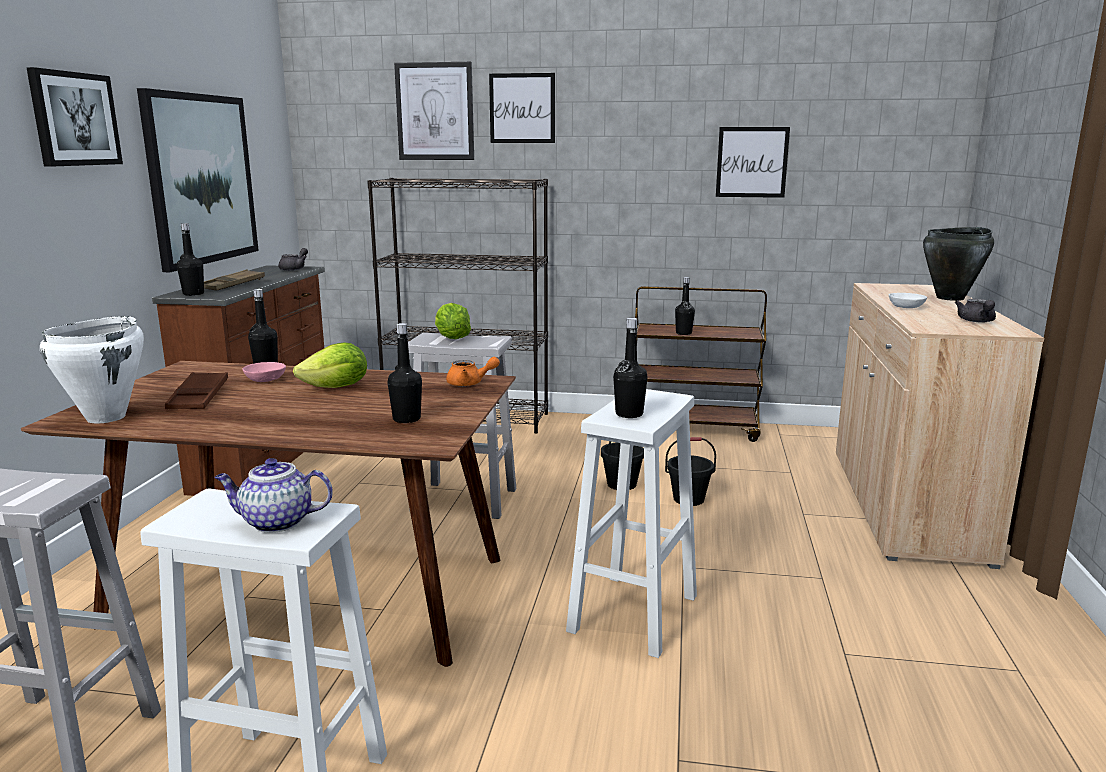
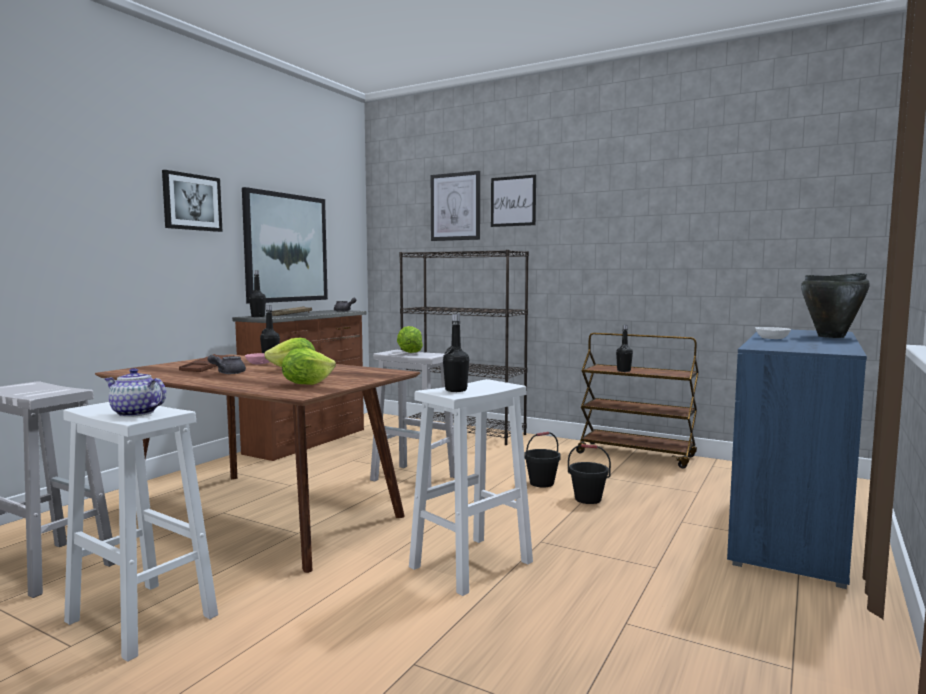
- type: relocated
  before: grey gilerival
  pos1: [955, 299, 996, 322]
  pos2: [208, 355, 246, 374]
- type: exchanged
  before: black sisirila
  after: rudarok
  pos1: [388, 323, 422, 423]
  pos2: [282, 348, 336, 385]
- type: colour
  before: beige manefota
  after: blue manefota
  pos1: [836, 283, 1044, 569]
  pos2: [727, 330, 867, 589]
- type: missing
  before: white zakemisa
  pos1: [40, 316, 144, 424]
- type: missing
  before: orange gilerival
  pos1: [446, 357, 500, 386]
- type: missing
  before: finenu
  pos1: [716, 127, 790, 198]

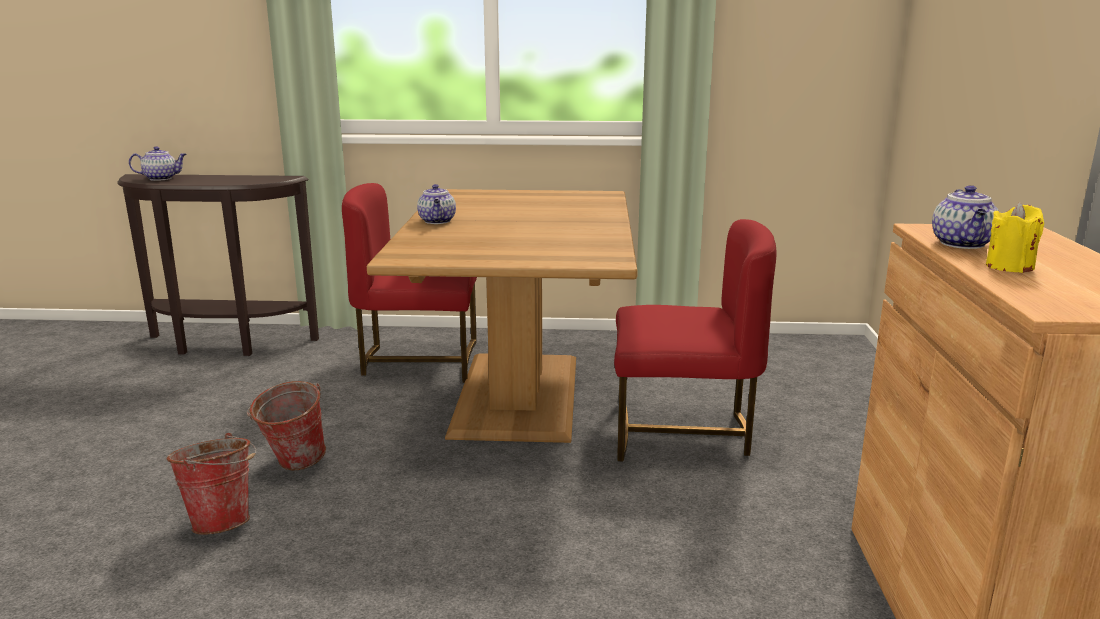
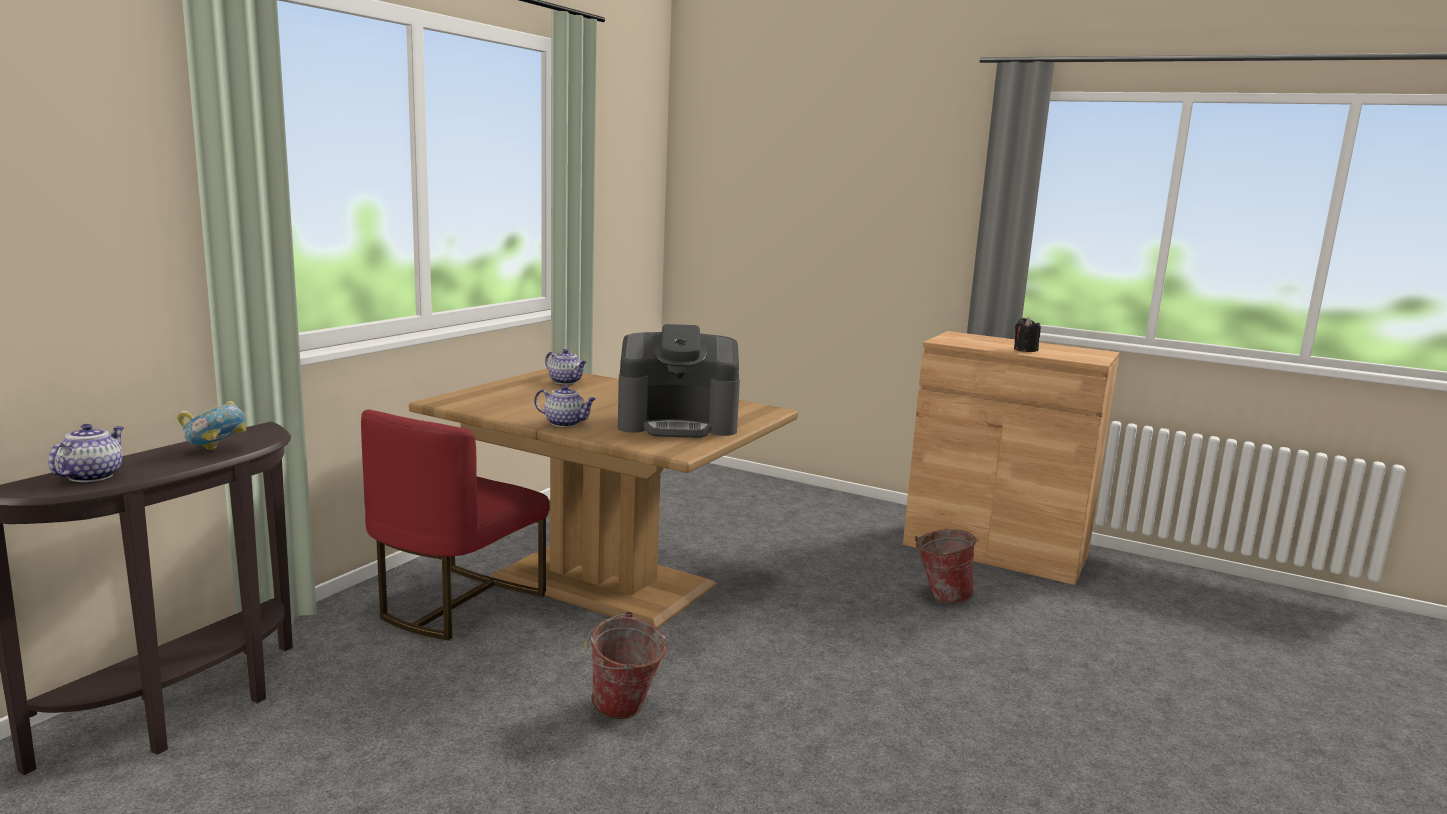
- type: appeared
  after: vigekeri
  pos2: [177, 401, 246, 450]
- type: relocated
  before: gilerival
  pos1: [932, 185, 999, 249]
  pos2: [545, 349, 587, 384]
- type: appeared
  after: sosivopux
  pos2: [618, 324, 740, 438]
- type: relocated
  before: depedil
  pos1: [167, 433, 257, 535]
  pos2: [915, 529, 979, 604]
- type: colour
  before: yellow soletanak
  after: black soletanak
  pos1: [986, 202, 1044, 273]
  pos2: [1014, 317, 1041, 352]
- type: missing
  before: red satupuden
  pos1: [614, 219, 776, 461]

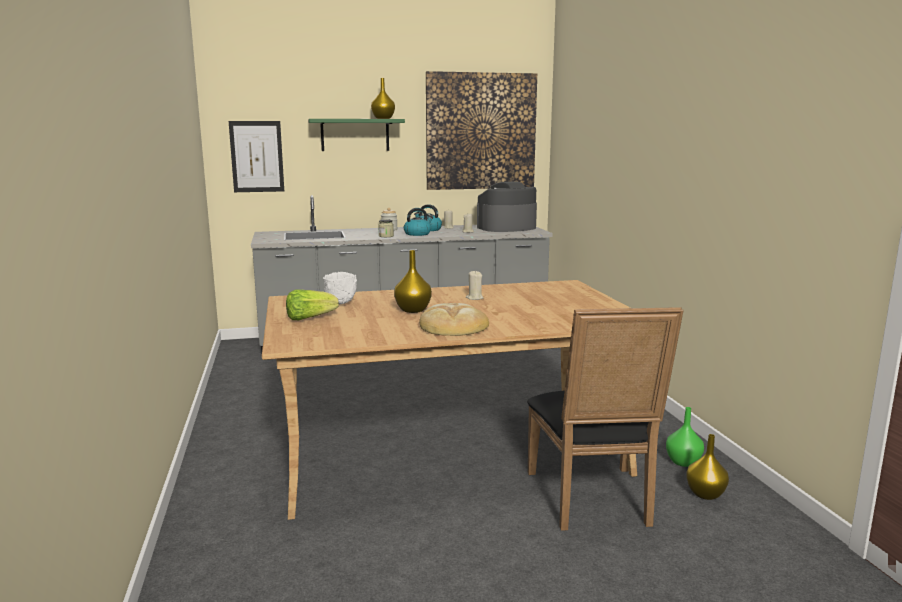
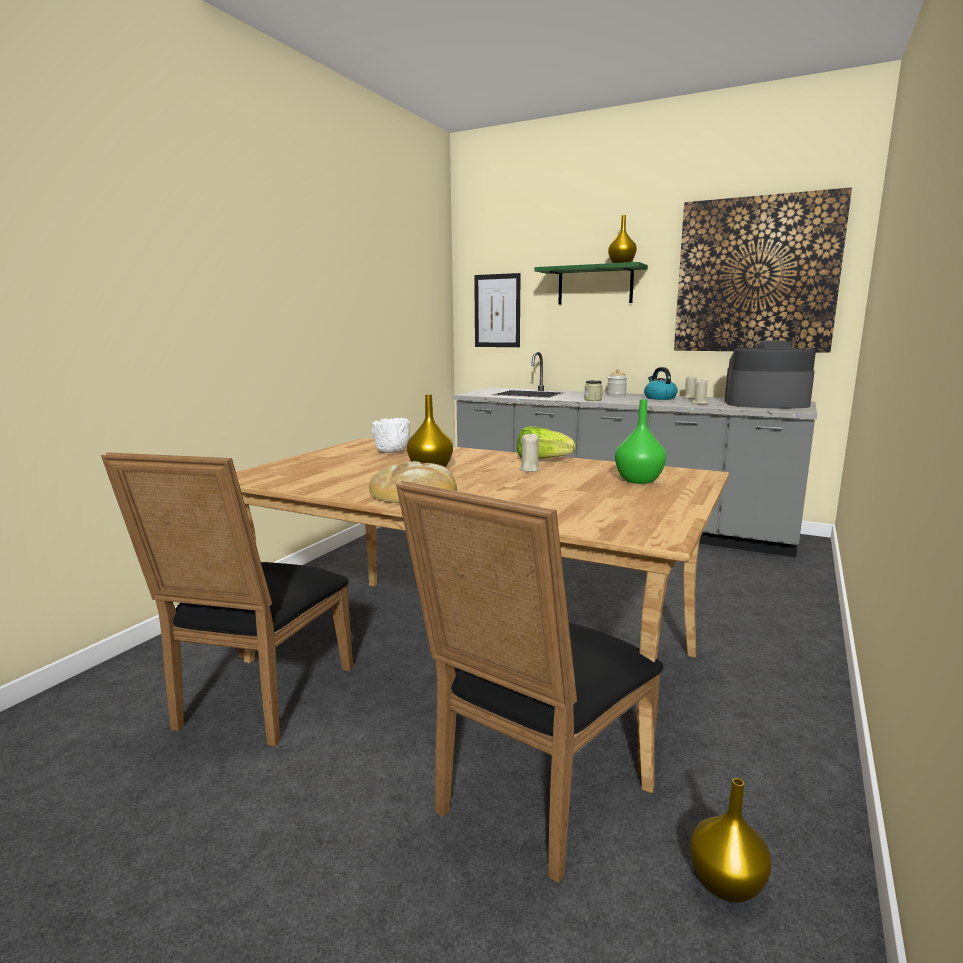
- type: appeared
  after: black satupuden
  pos2: [101, 452, 353, 746]
- type: relocated
  before: rudarok
  pos1: [286, 289, 339, 320]
  pos2: [517, 426, 576, 458]
- type: relocated
  before: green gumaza
  pos1: [666, 407, 704, 467]
  pos2: [615, 399, 667, 484]
- type: missing
  before: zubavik
  pos1: [404, 208, 433, 236]

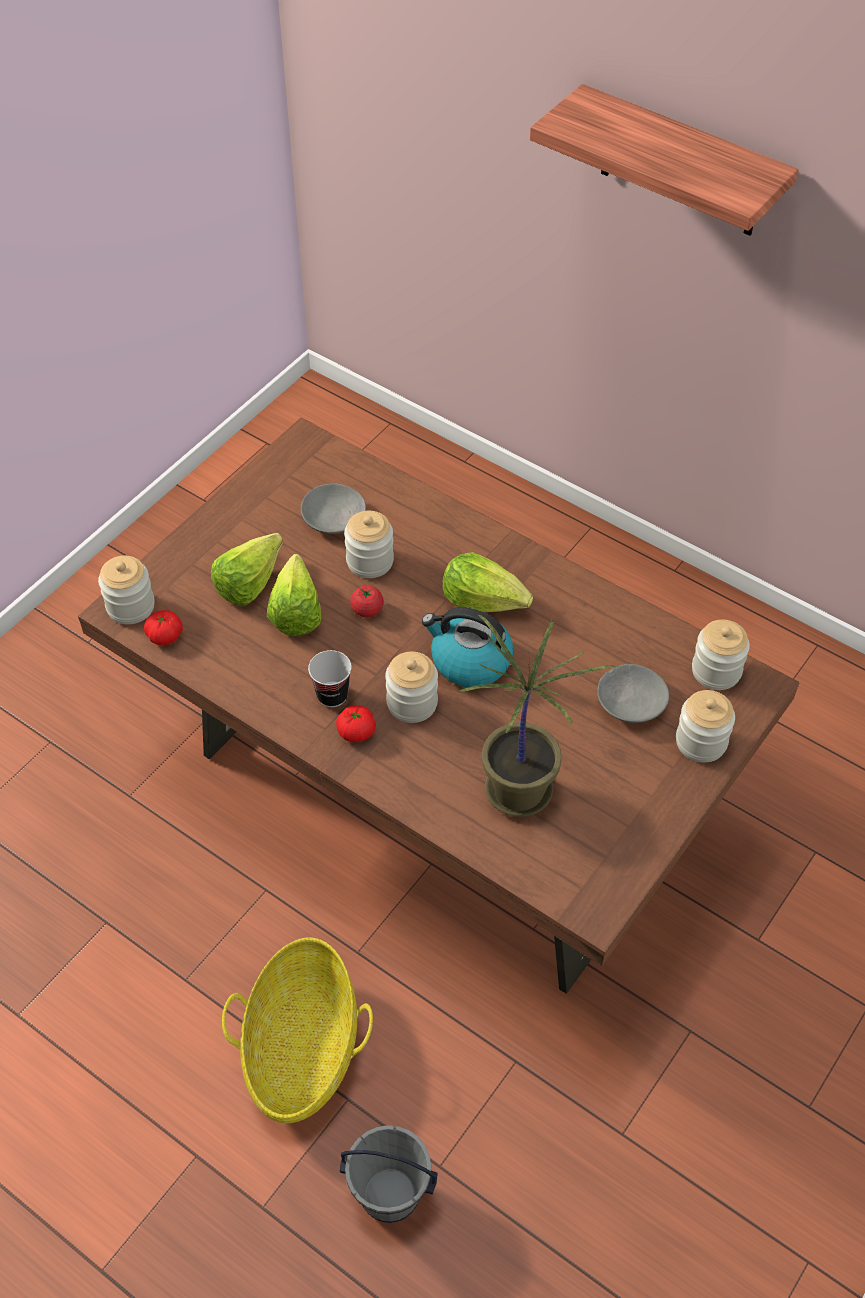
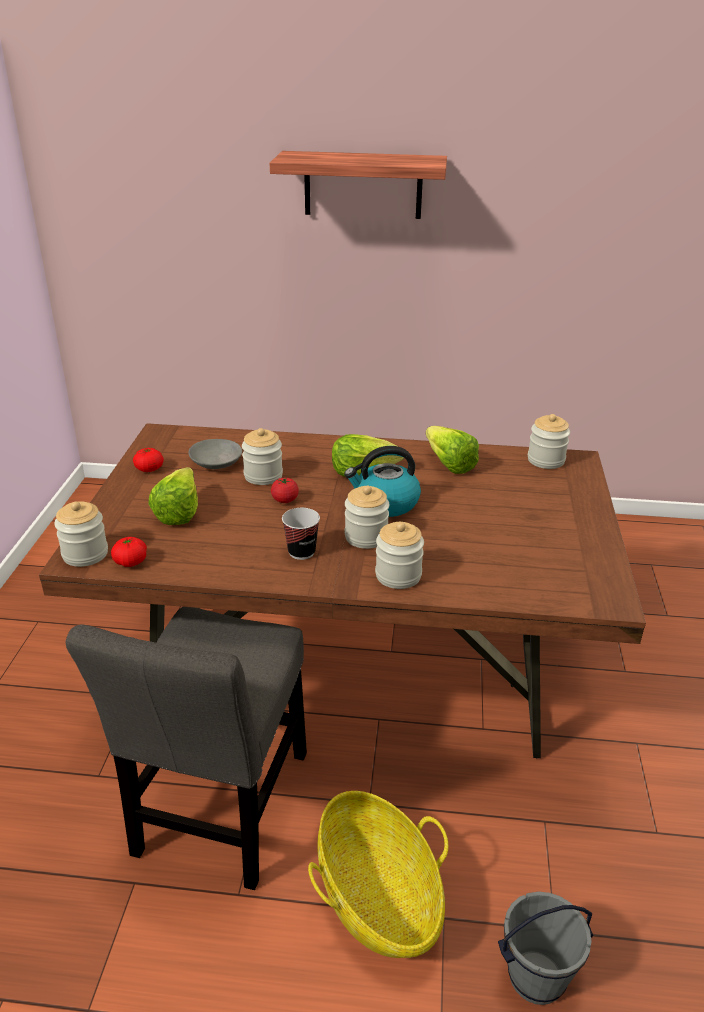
- type: appeared
  after: grey satupuden
  pos2: [66, 607, 307, 890]
- type: relocated
  before: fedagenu
  pos1: [336, 705, 376, 742]
  pos2: [133, 448, 164, 472]
- type: relocated
  before: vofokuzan
  pos1: [676, 690, 735, 762]
  pos2: [375, 522, 424, 589]
- type: relocated
  before: rudarok
  pos1: [267, 554, 321, 636]
  pos2: [426, 426, 479, 474]
- type: missing
  before: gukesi
  pos1: [457, 615, 618, 817]
- type: missing
  before: grey vigekeri
  pos1: [597, 664, 670, 723]

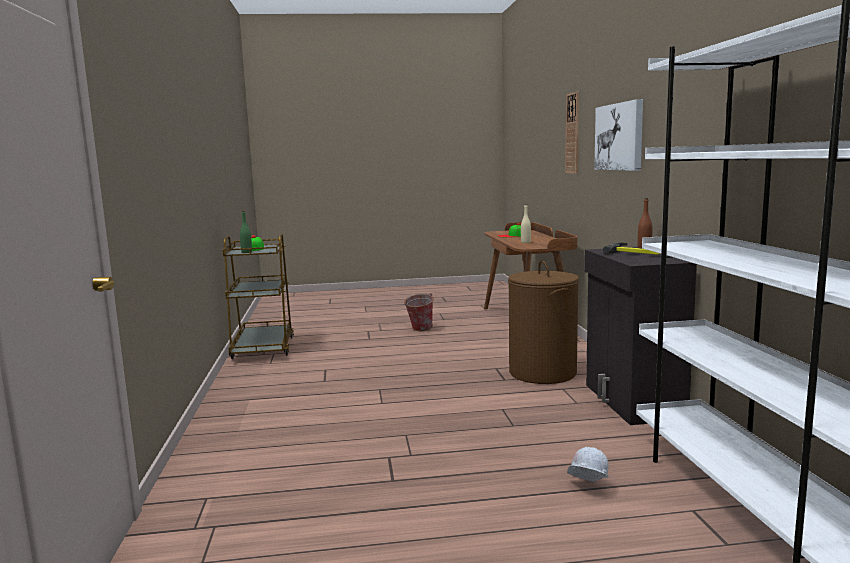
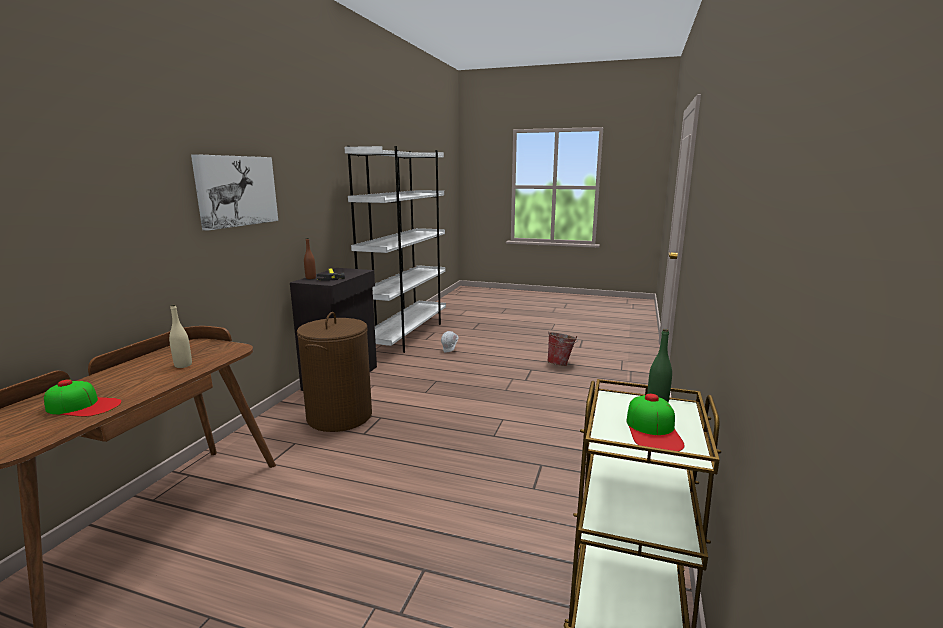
- type: relocated
  before: depedil
  pos1: [403, 293, 434, 331]
  pos2: [547, 332, 578, 366]
- type: missing
  before: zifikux
  pos1: [565, 92, 579, 174]

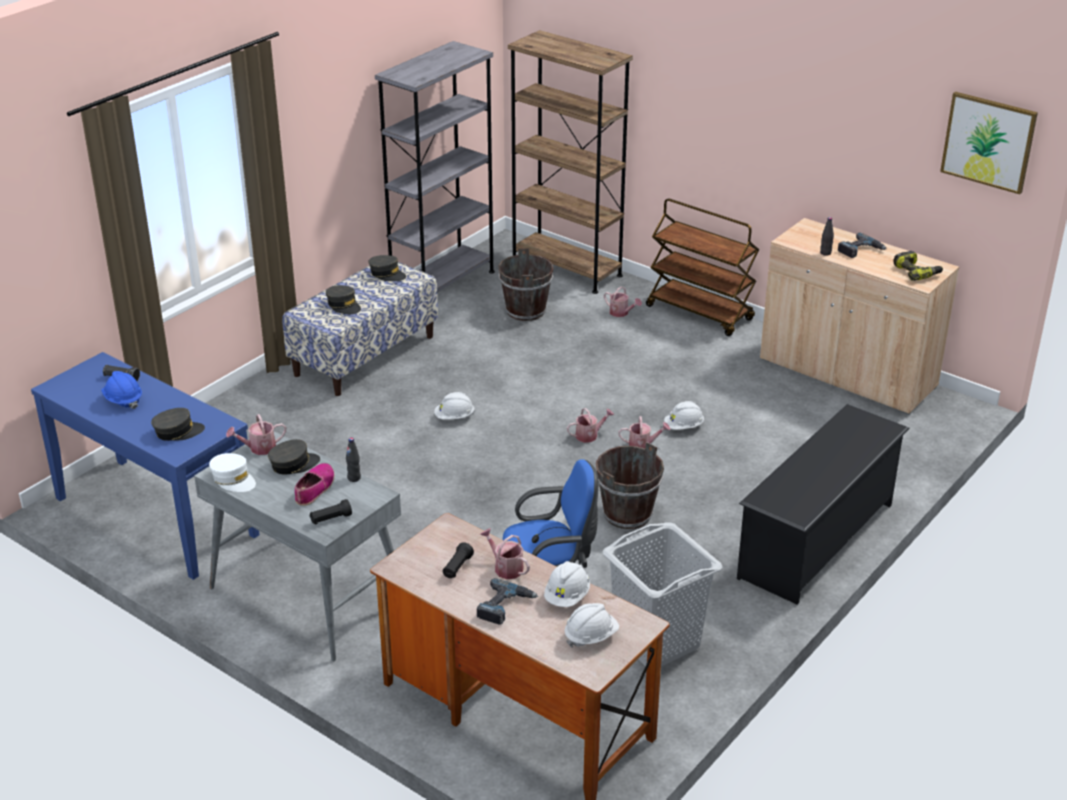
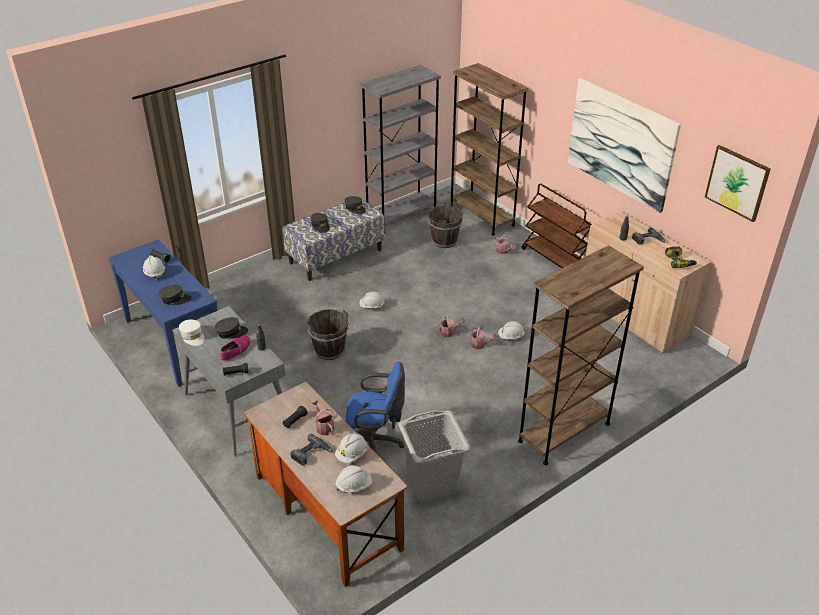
- type: colour
  before: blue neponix
  after: white neponix
  pos1: [101, 371, 142, 409]
  pos2: [143, 255, 165, 280]
- type: relocated
  before: brown depedil
  pos1: [596, 442, 664, 529]
  pos2: [307, 309, 349, 360]
- type: exchanged
  before: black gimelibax
  after: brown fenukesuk
  pos1: [737, 404, 910, 605]
  pos2: [518, 245, 644, 465]
- type: appeared
  after: finenu
  pos2: [568, 78, 681, 213]
- type: missing
  before: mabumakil
  pos1: [226, 414, 286, 455]

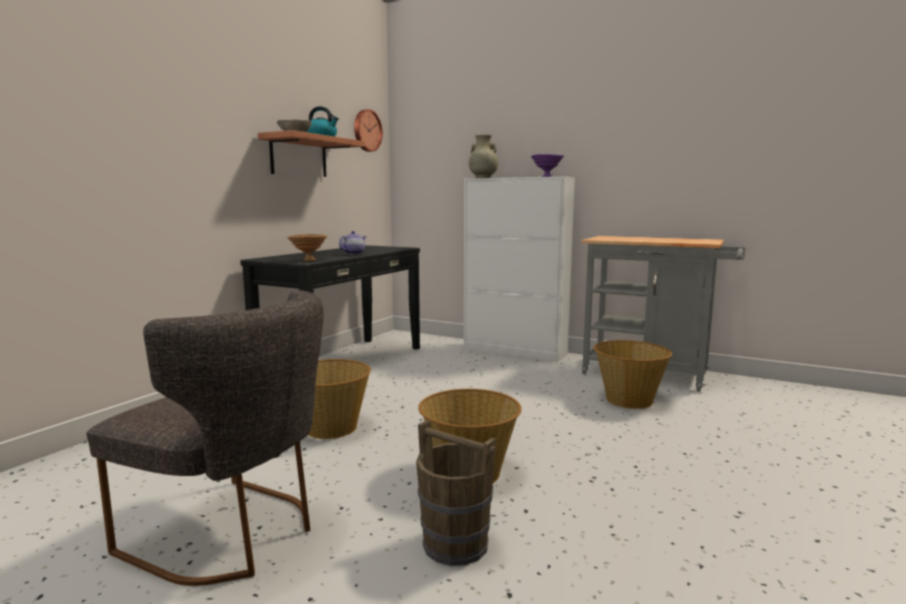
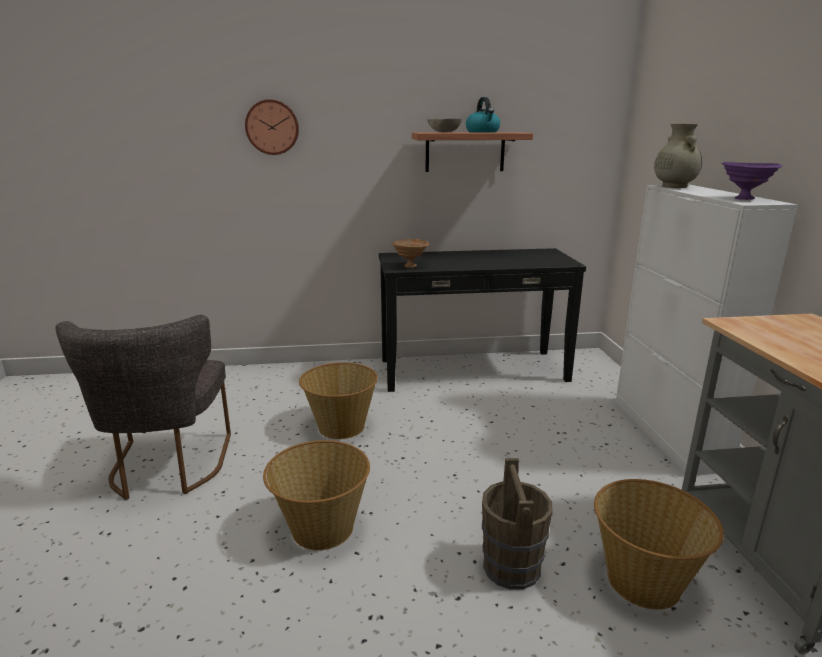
- type: relocated
  before: zifikux
  pos1: [354, 109, 383, 152]
  pos2: [245, 99, 299, 155]
- type: relocated
  before: brown depedil
  pos1: [416, 420, 496, 566]
  pos2: [482, 458, 553, 590]
- type: missing
  before: gilerival
  pos1: [339, 231, 366, 255]

